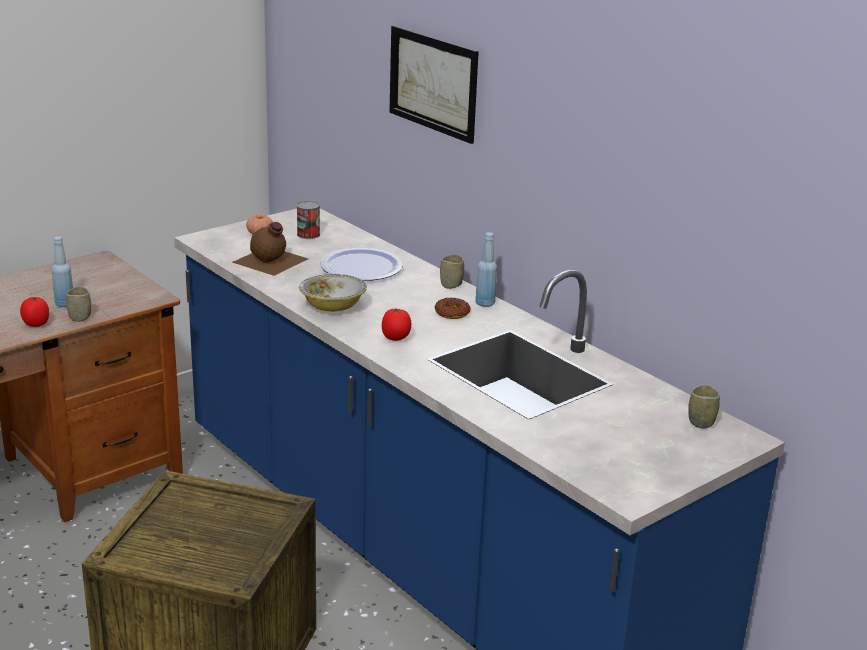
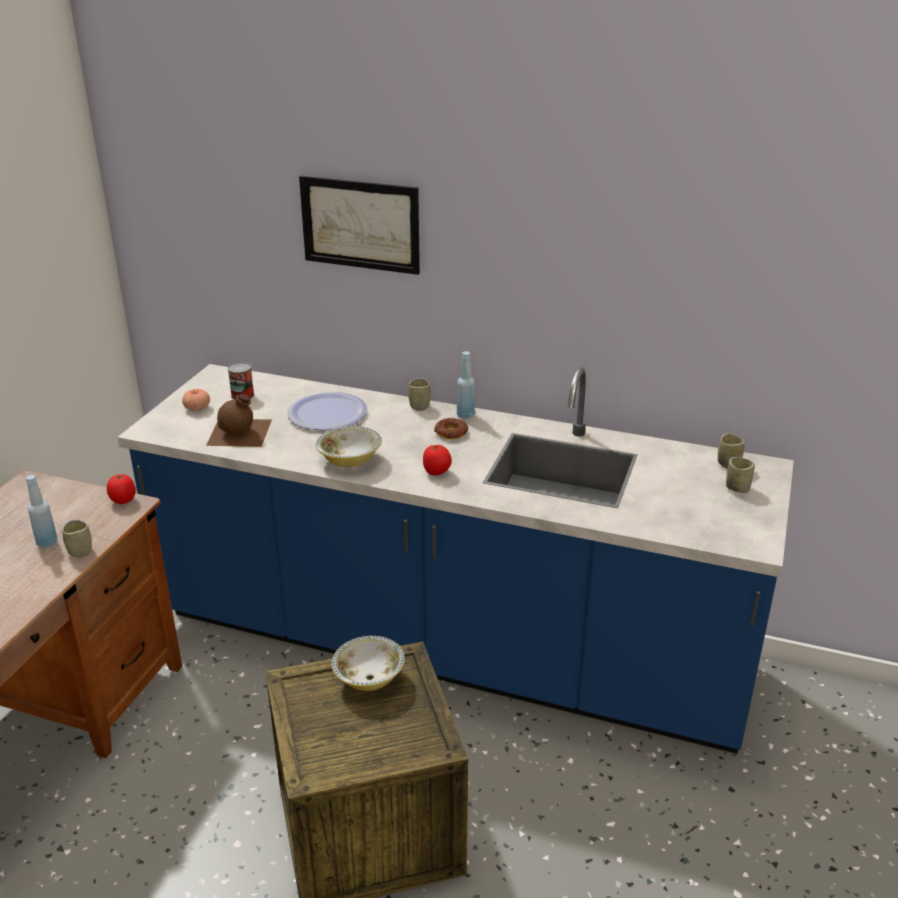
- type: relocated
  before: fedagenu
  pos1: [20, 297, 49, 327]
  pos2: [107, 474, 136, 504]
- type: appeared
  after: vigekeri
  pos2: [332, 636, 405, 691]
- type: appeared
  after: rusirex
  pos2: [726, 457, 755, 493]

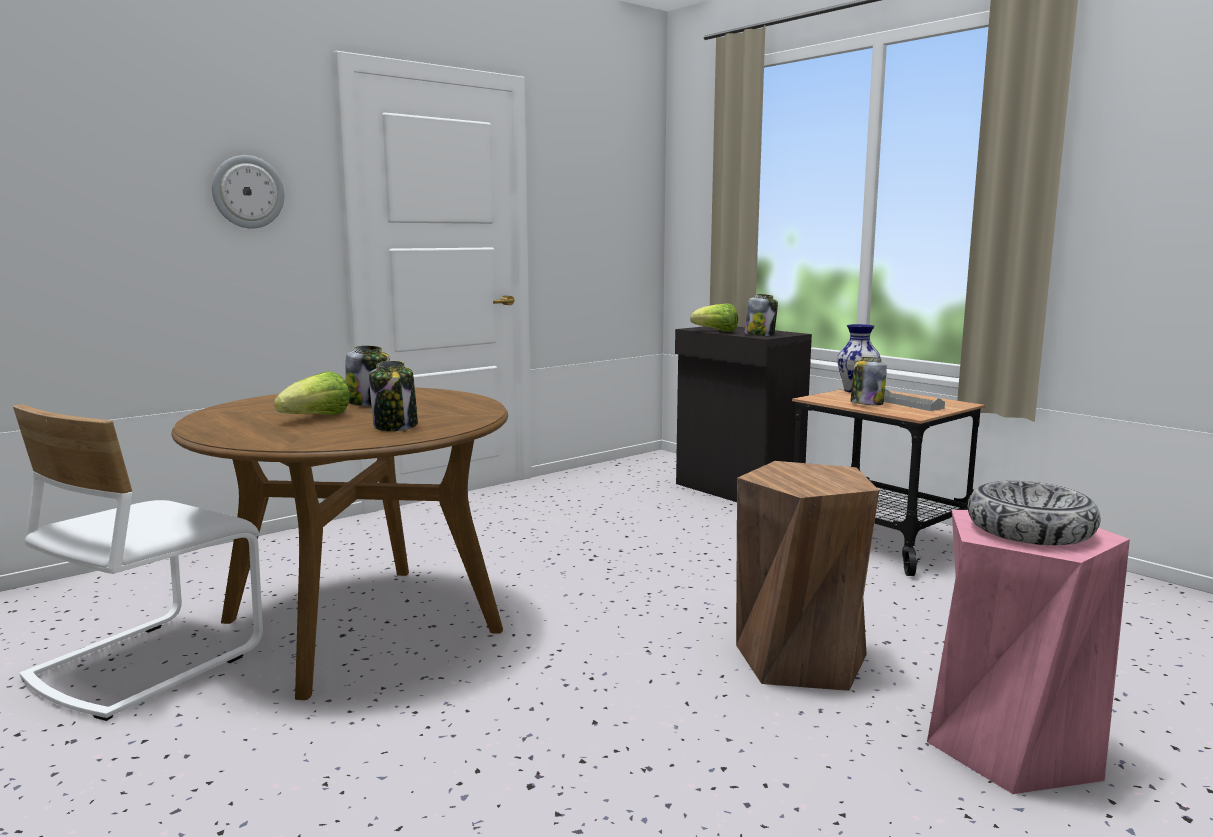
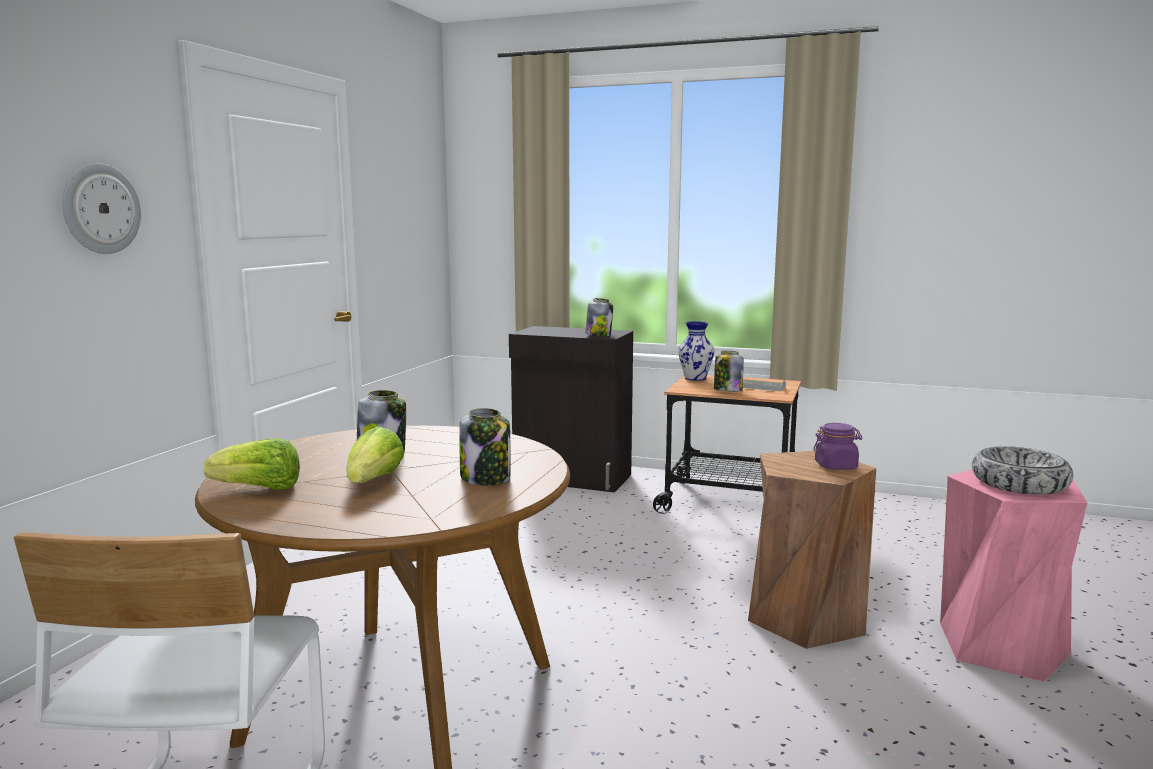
- type: relocated
  before: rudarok
  pos1: [690, 303, 738, 332]
  pos2: [203, 438, 300, 490]
- type: appeared
  after: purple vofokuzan
  pos2: [813, 423, 863, 470]

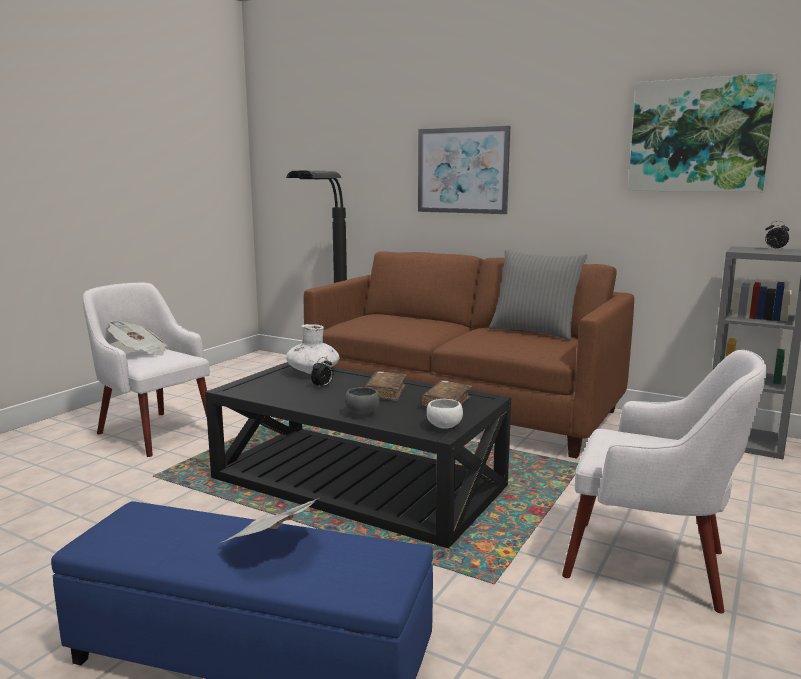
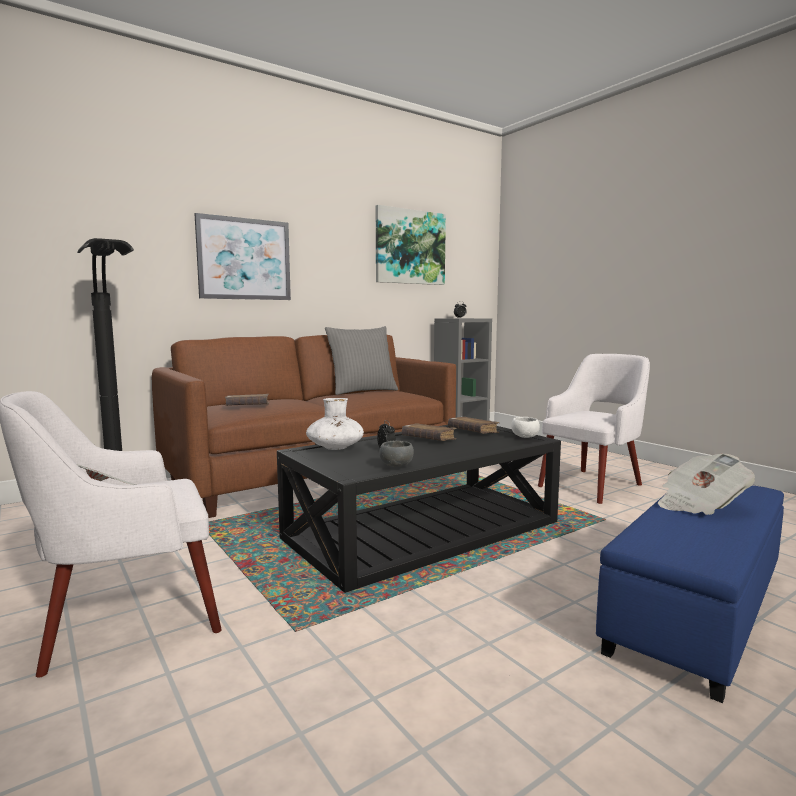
- type: appeared
  after: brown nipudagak
  pos2: [225, 394, 269, 406]
- type: relocated
  before: grey vigekeri
  pos1: [345, 387, 380, 415]
  pos2: [379, 441, 414, 467]

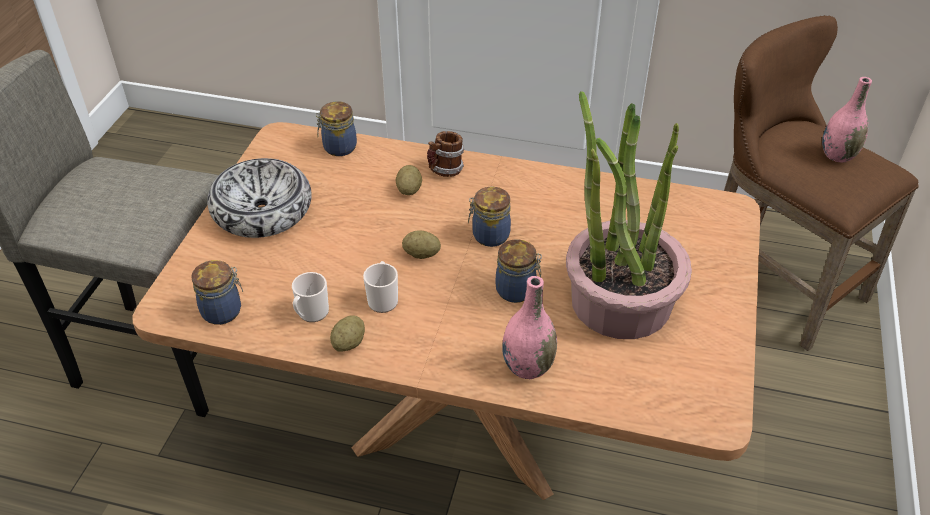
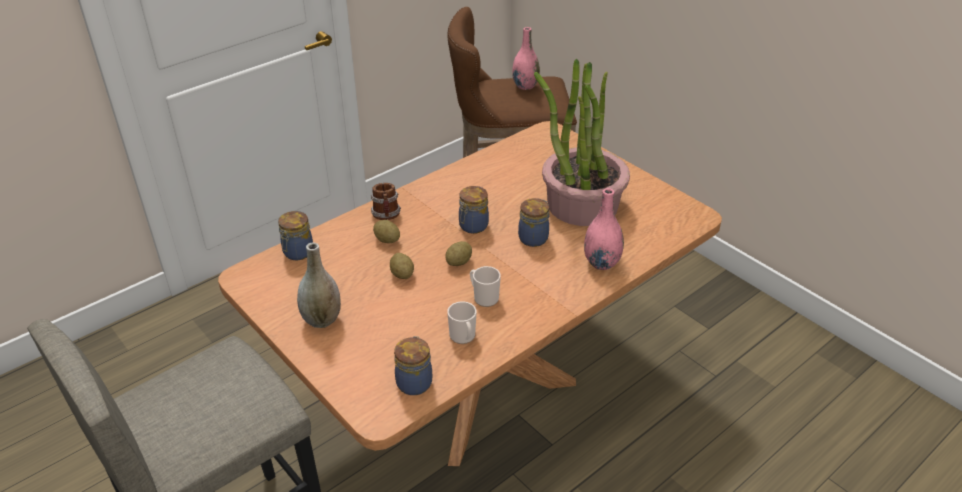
- type: exchanged
  before: vigekeri
  after: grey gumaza
  pos1: [207, 158, 312, 238]
  pos2: [297, 242, 341, 328]
- type: relocated
  before: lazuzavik
  pos1: [330, 315, 365, 352]
  pos2: [390, 253, 414, 279]

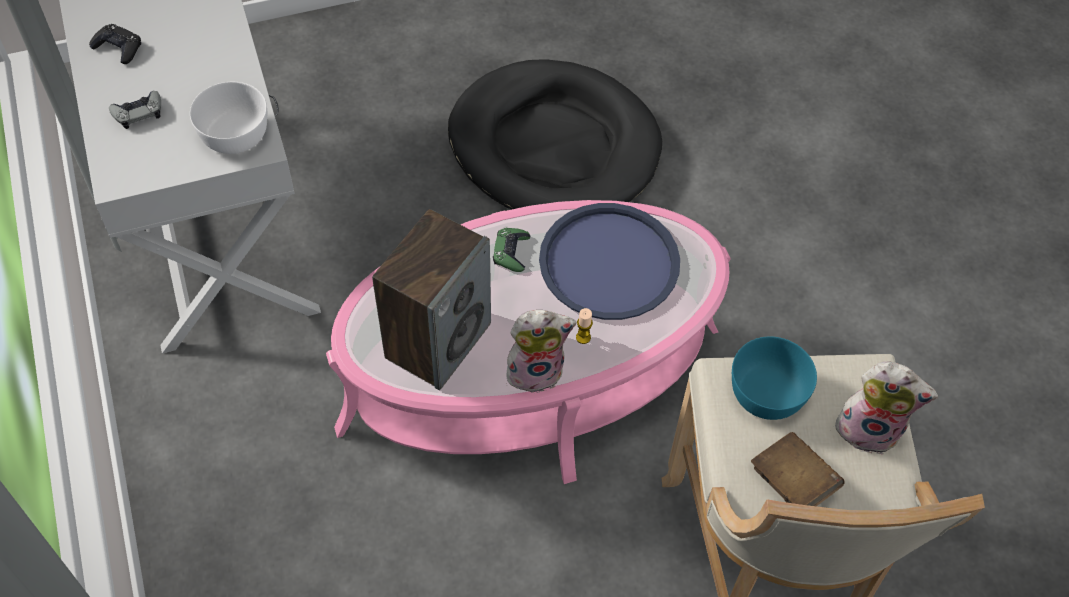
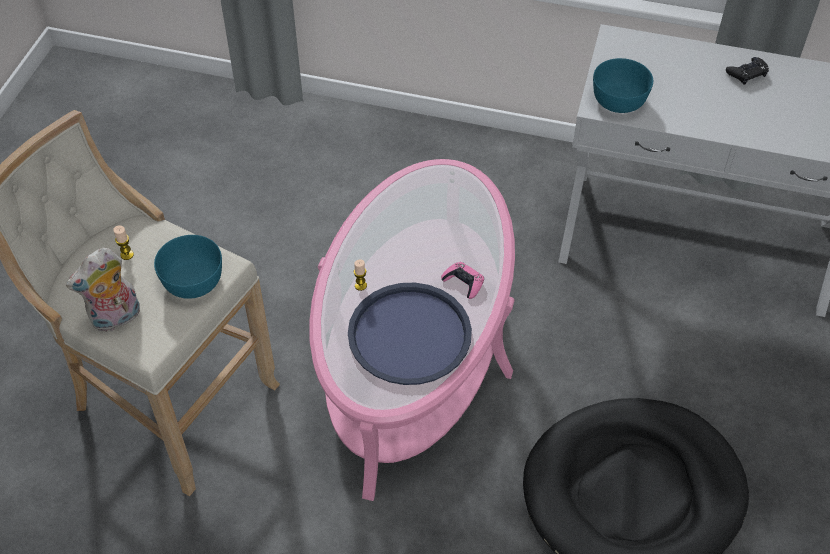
- type: exchanged
  before: brown nipudagak
  after: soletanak
  pos1: [751, 432, 845, 506]
  pos2: [113, 225, 134, 260]
- type: colour
  before: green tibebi
  after: pink tibebi
  pos1: [493, 228, 530, 272]
  pos2: [441, 262, 484, 299]
- type: colour
  before: white vigekeri
  after: turquoise vigekeri
  pos1: [190, 82, 267, 154]
  pos2: [593, 58, 653, 113]
- type: missing
  before: grey tibebi
  pos1: [109, 91, 161, 129]
- type: missing
  before: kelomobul
  pos1: [372, 209, 491, 390]
- type: missing
  before: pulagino
  pos1: [505, 310, 577, 393]

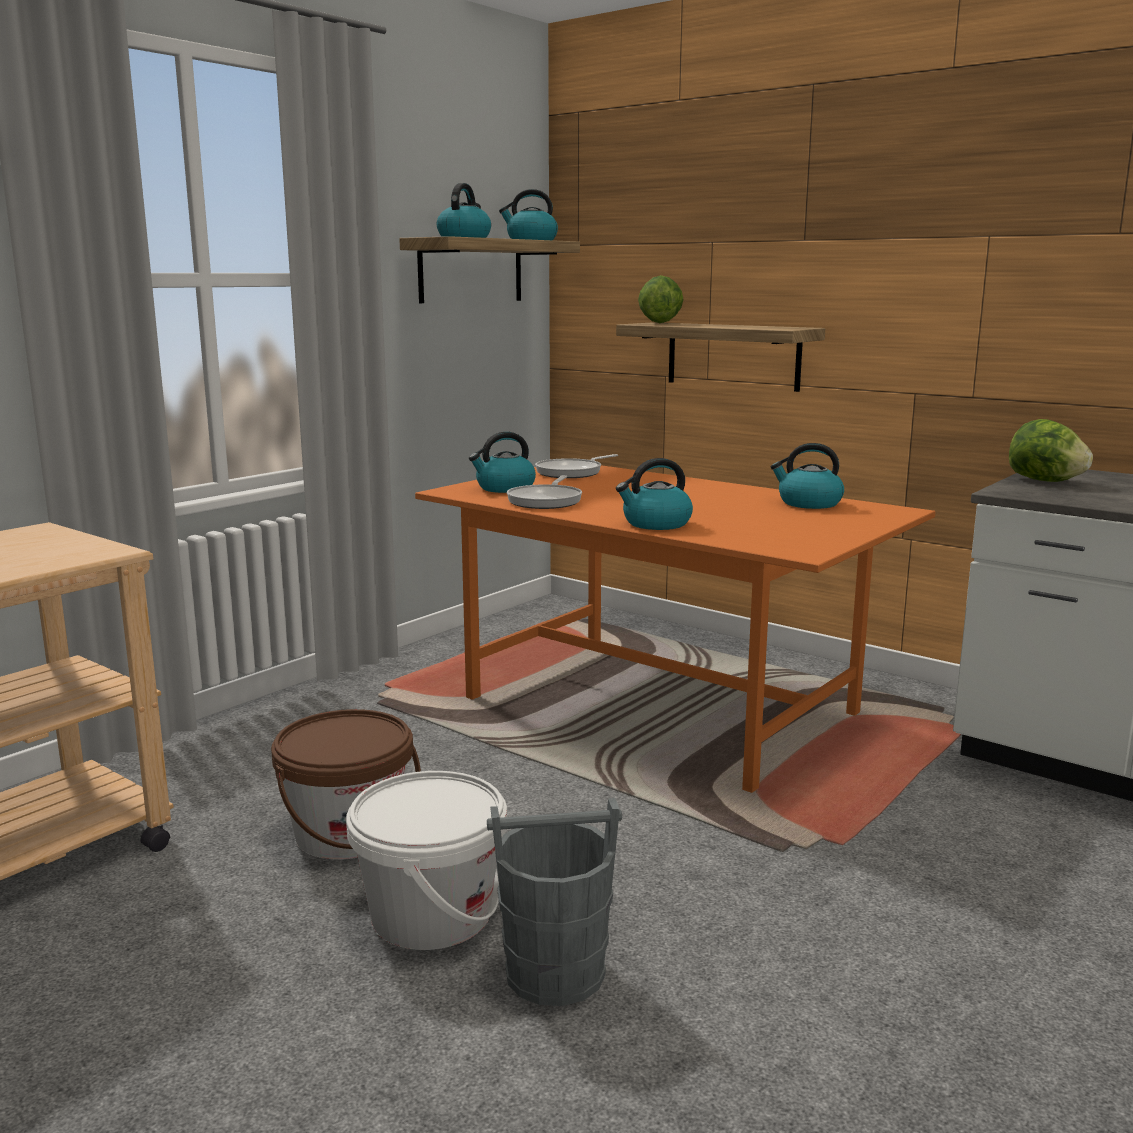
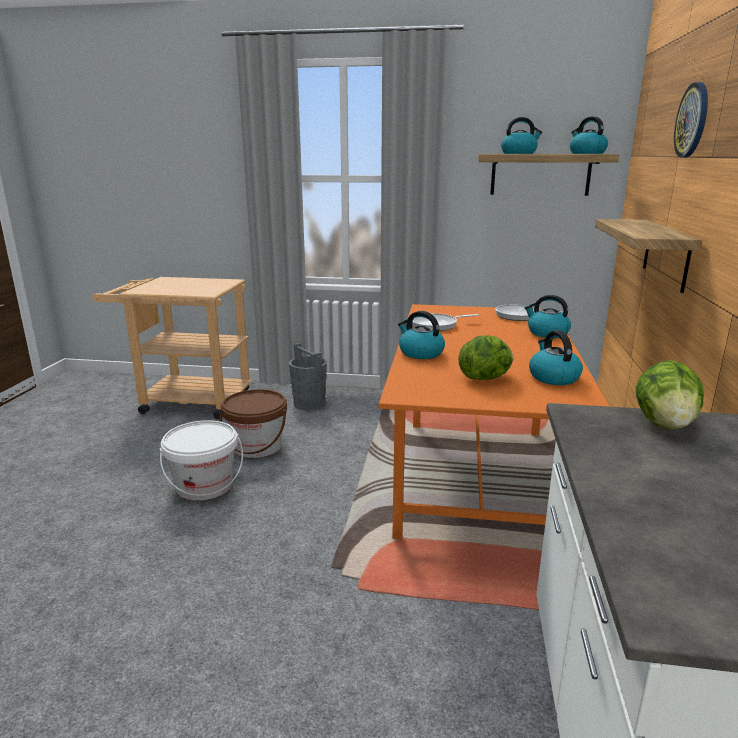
- type: relocated
  before: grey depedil
  pos1: [487, 798, 622, 1006]
  pos2: [289, 343, 327, 410]
- type: relocated
  before: rudarok
  pos1: [638, 275, 684, 323]
  pos2: [458, 335, 513, 380]
- type: relocated
  before: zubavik
  pos1: [469, 432, 536, 493]
  pos2: [525, 295, 571, 338]
- type: appeared
  after: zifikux
  pos2: [674, 82, 708, 158]

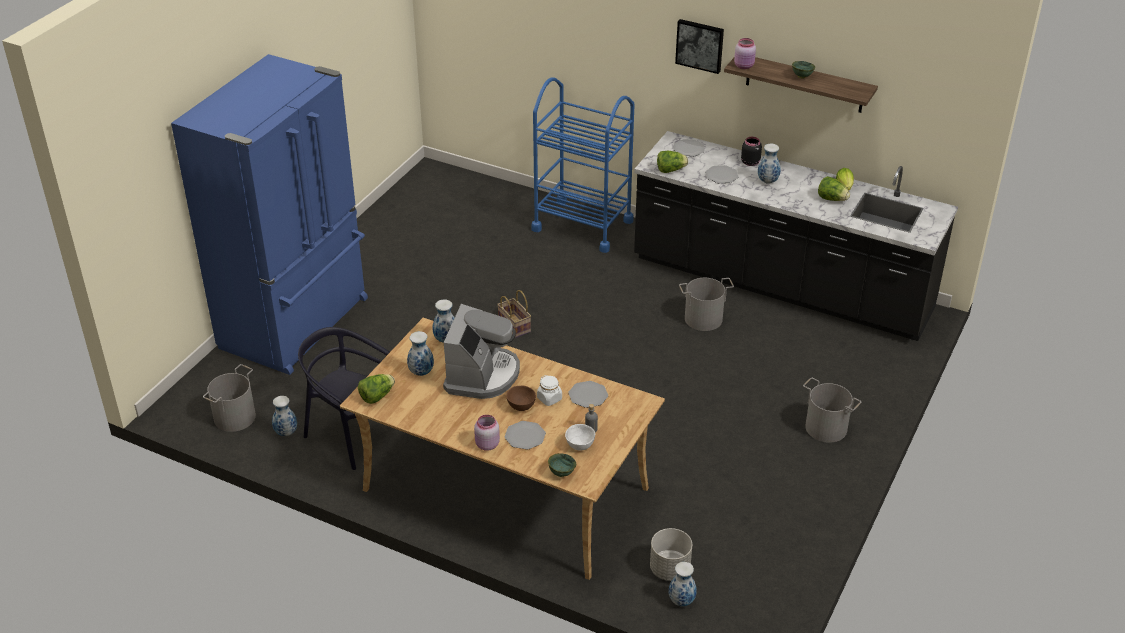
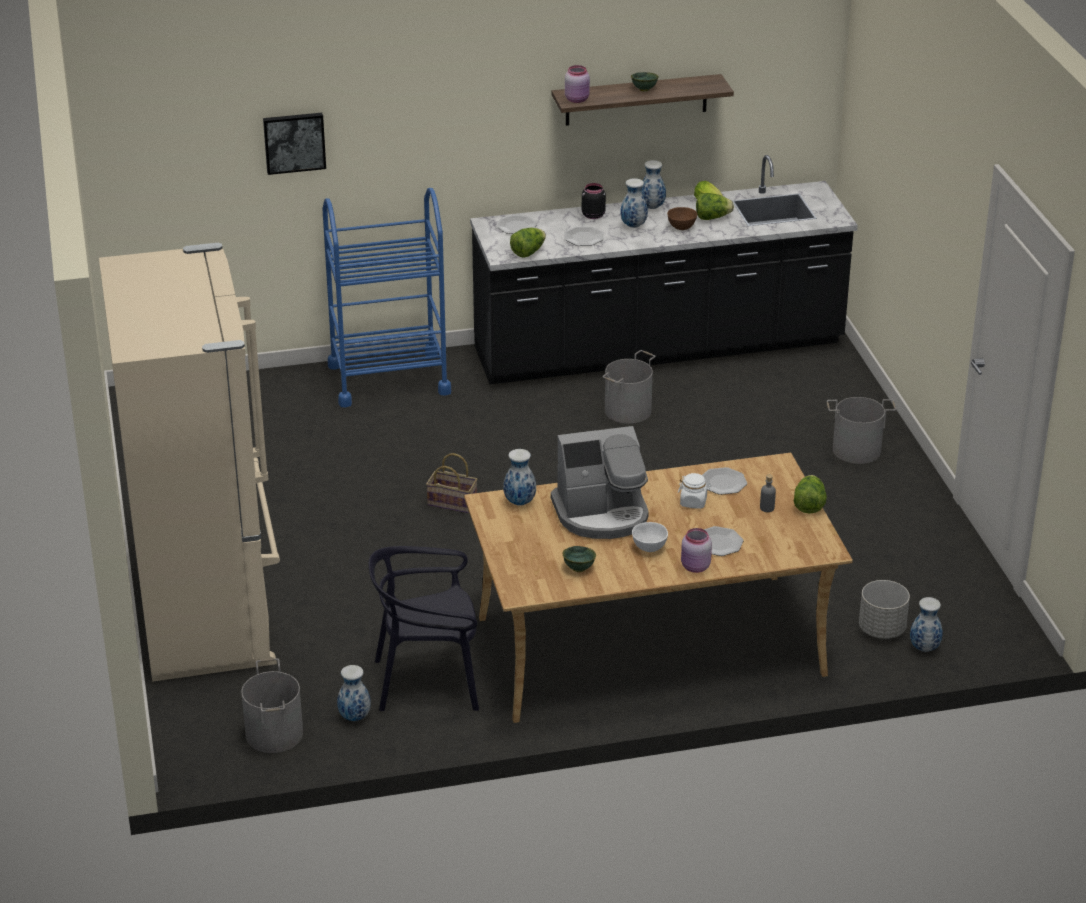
- type: colour
  before: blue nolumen
  after: beige nolumen
  pos1: [171, 54, 368, 375]
  pos2: [99, 243, 280, 682]
- type: relocated
  before: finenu
  pos1: [675, 19, 724, 74]
  pos2: [263, 113, 326, 175]
- type: spun
  before: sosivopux
  pos1: [443, 304, 520, 399]
  pos2: [551, 426, 649, 539]
  turn: 105
- type: relocated
  before: green vigekeri
  pos1: [548, 453, 576, 477]
  pos2: [563, 546, 596, 572]
- type: relocated
  before: white vigekeri
  pos1: [565, 424, 595, 451]
  pos2: [632, 522, 668, 552]
- type: relocated
  before: gumaza
  pos1: [407, 331, 434, 376]
  pos2: [642, 160, 666, 209]
- type: relocated
  before: brown vigekeri
  pos1: [506, 386, 536, 411]
  pos2: [667, 207, 697, 230]
- type: relocated
  before: rudarok
  pos1: [358, 374, 395, 404]
  pos2: [794, 475, 827, 514]

